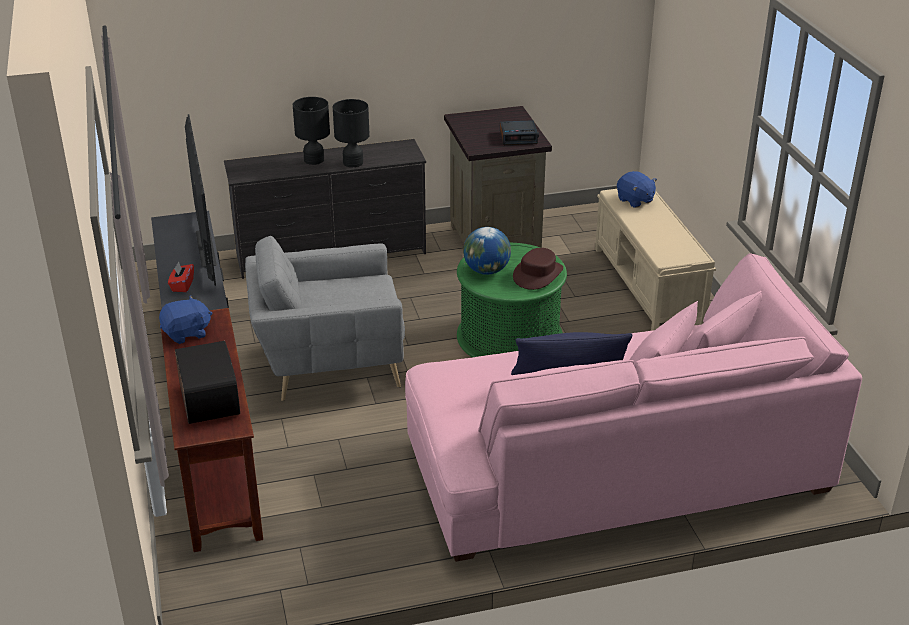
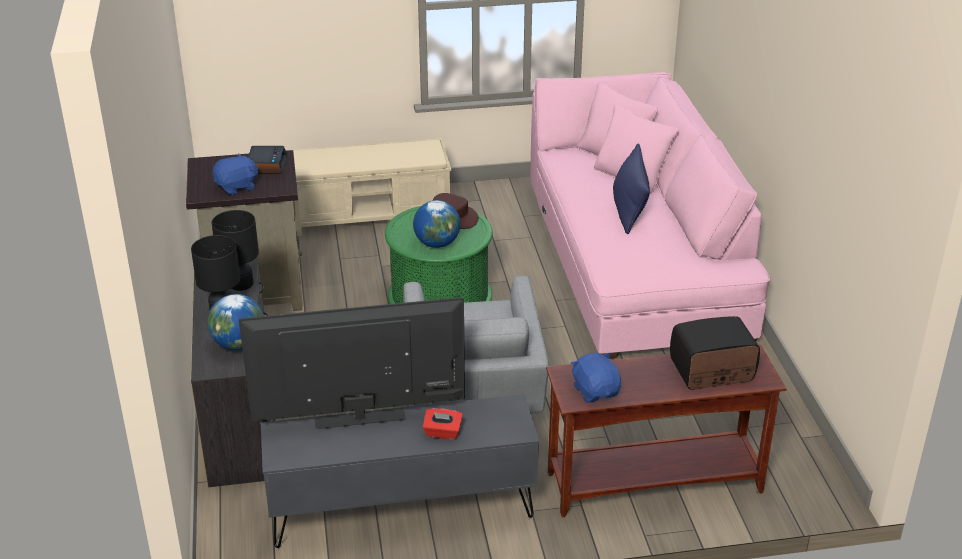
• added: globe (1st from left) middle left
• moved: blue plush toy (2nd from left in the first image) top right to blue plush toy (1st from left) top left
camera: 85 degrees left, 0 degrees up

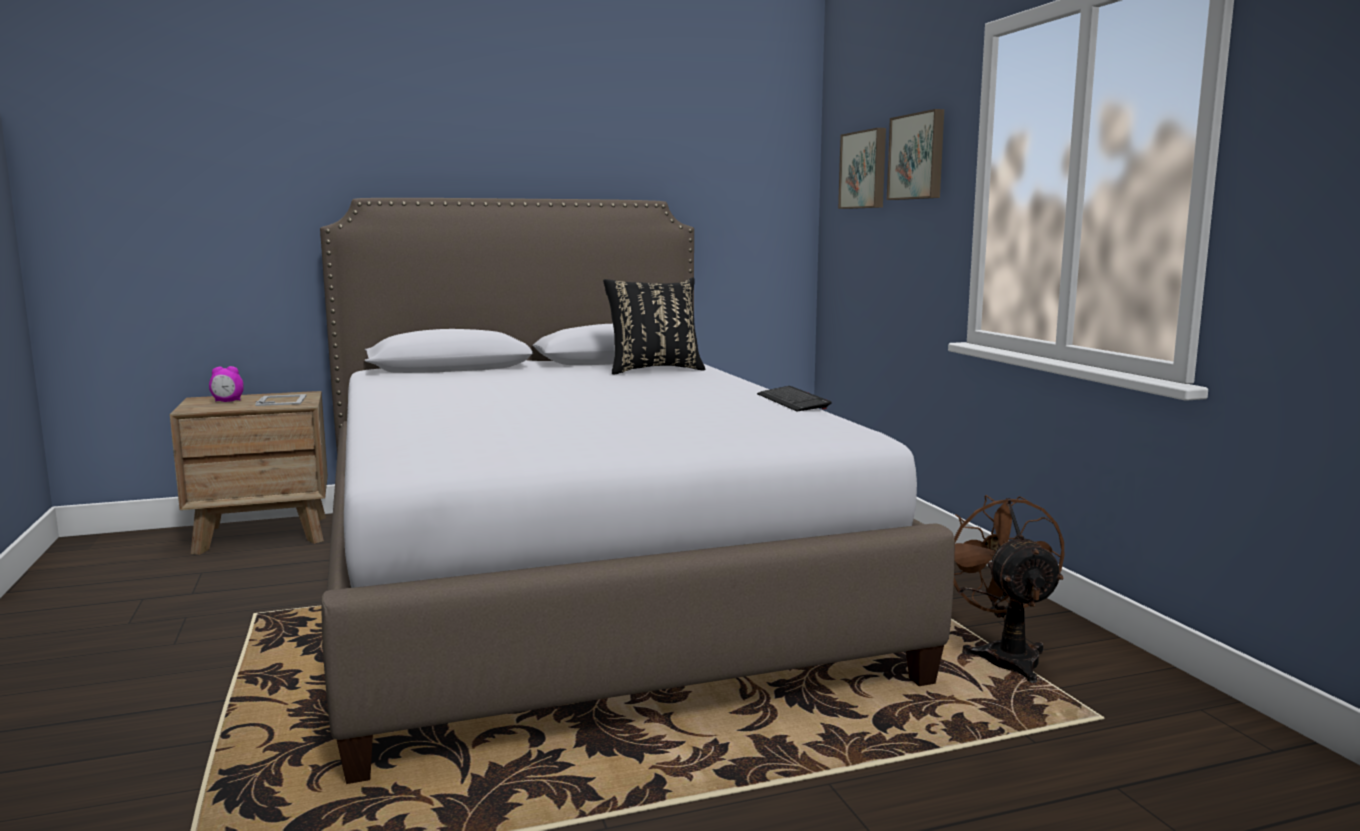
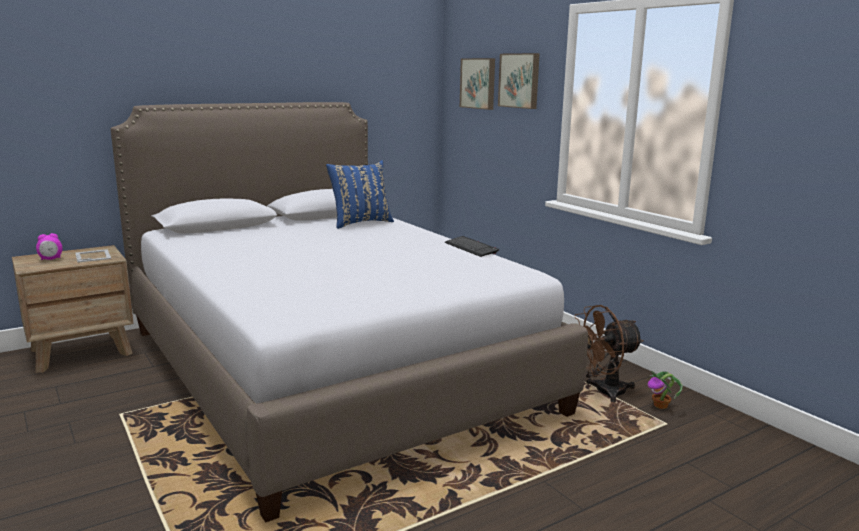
• recoloured: black pillow centre to blue pillow centre
• turned: brown fan bottom right = middle right 90 degrees counterclockwise
• added: potted plant bottom right
camera: 15 degrees left, 5 degrees up

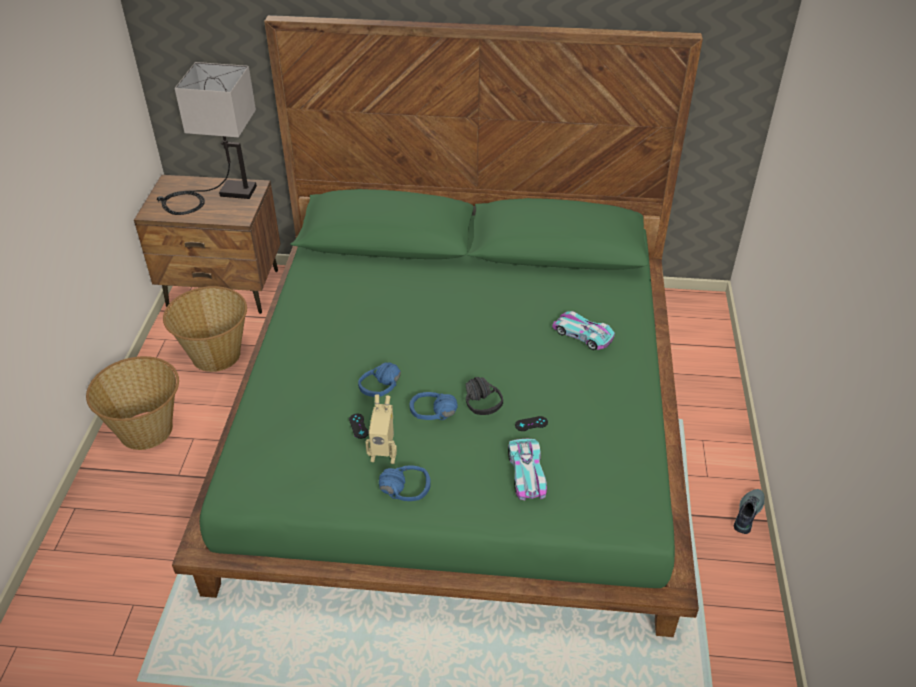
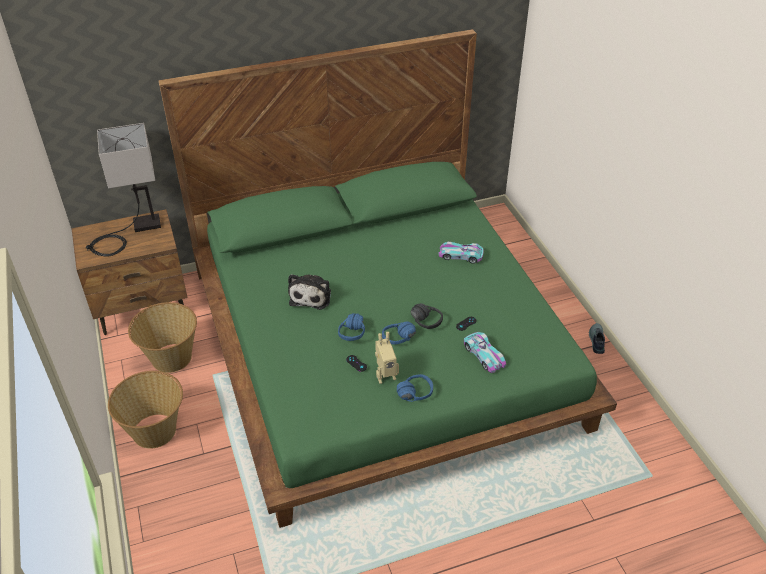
• added: plush toy centre
camera: 25 degrees left, 0 degrees up

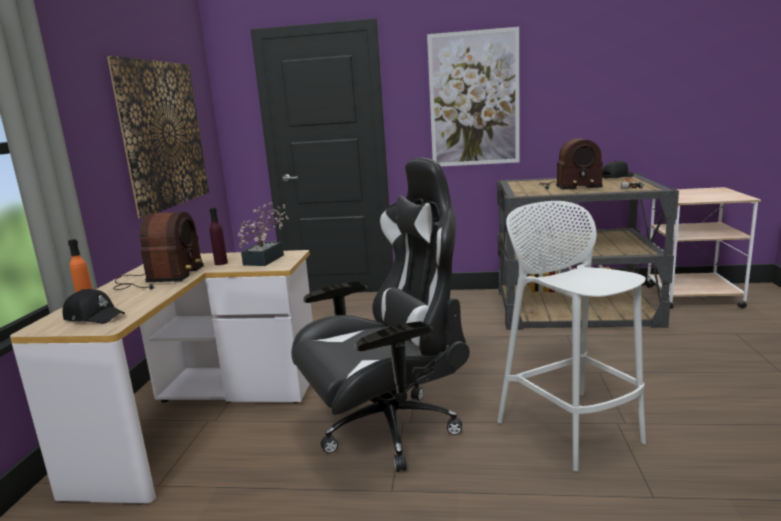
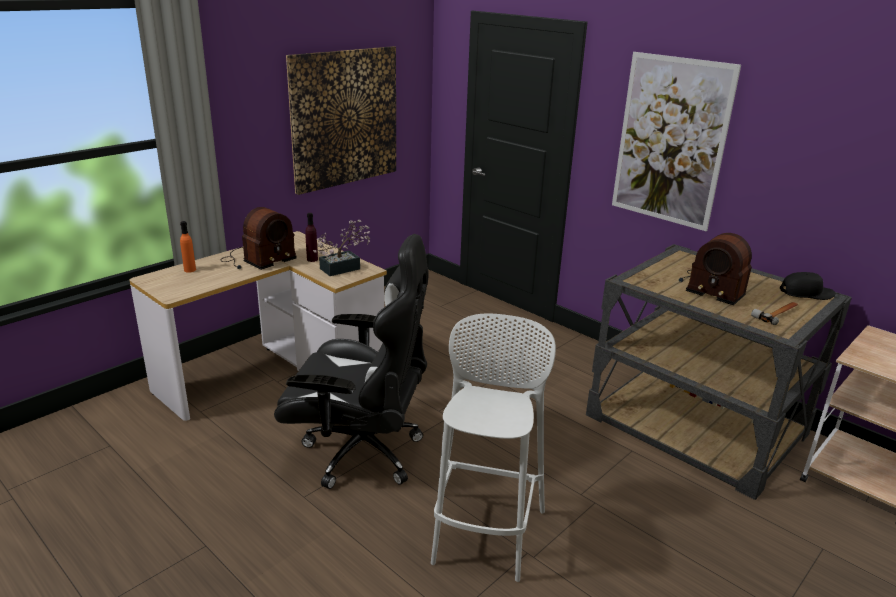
• removed: black cap (1st from left) middle left
camera: 35 degrees right, 10 degrees up

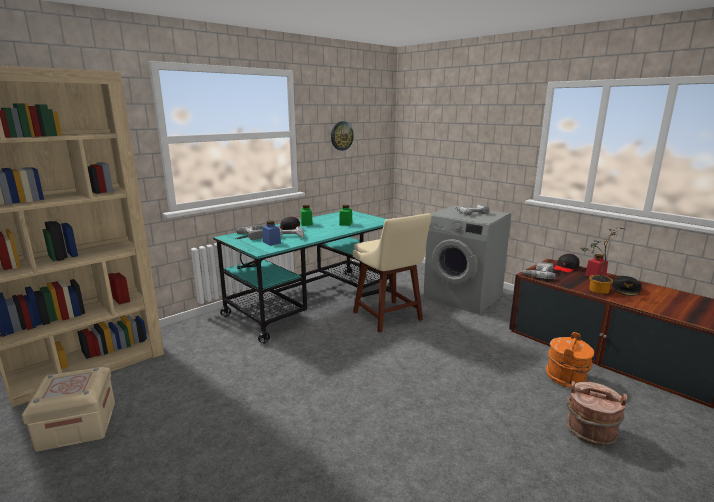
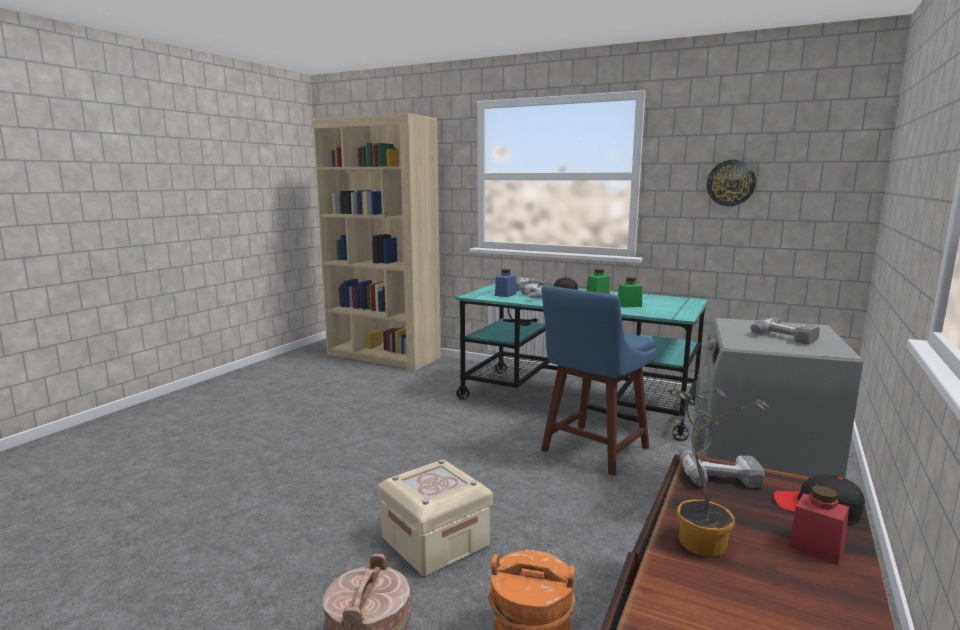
• moved: beige storage box bottom left to bottom centre
• recoloured: beige stool centre to blue stool centre
• removed: black cap (3rd from left) middle right
camera: 70 degrees right, 5 degrees down

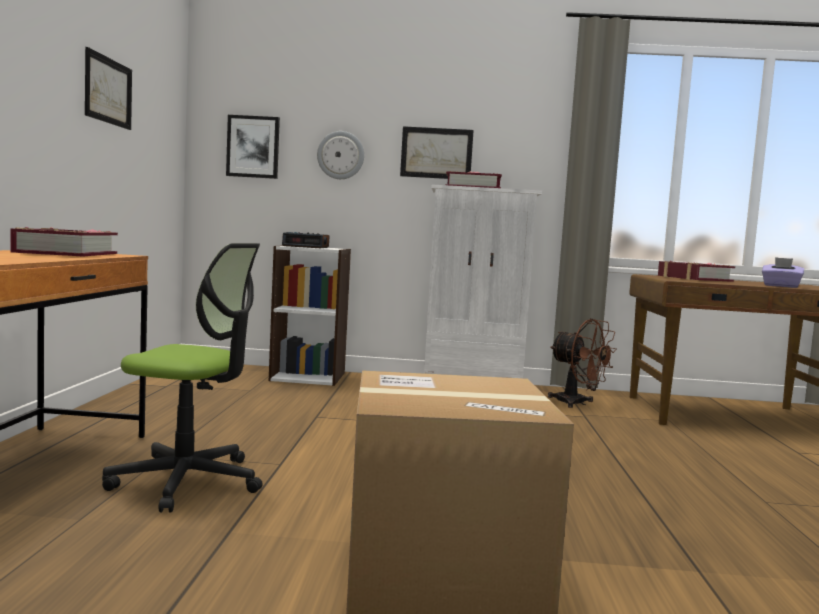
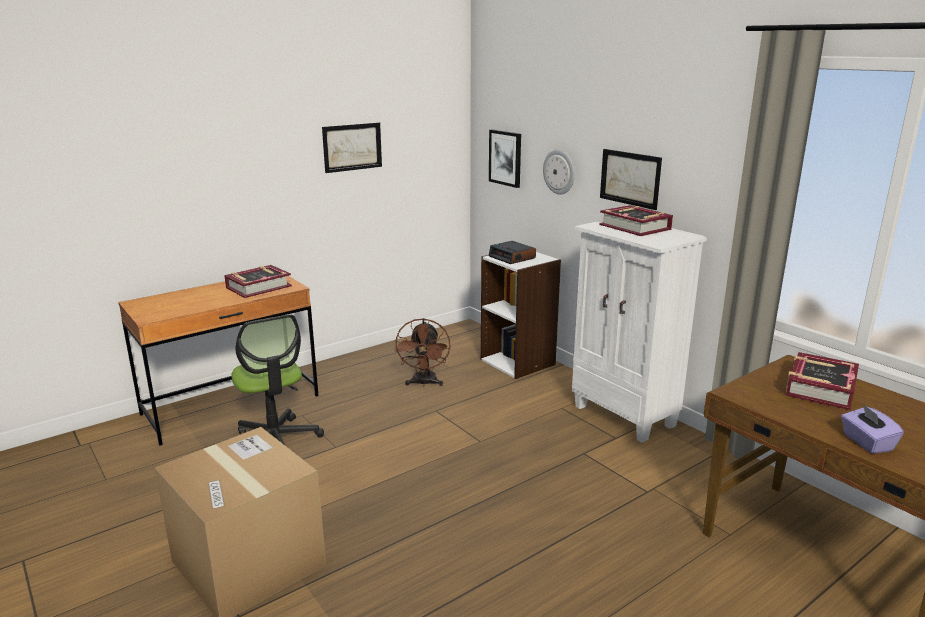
• moved: brown fan middle right to centre
camera: 50 degrees right, 15 degrees up

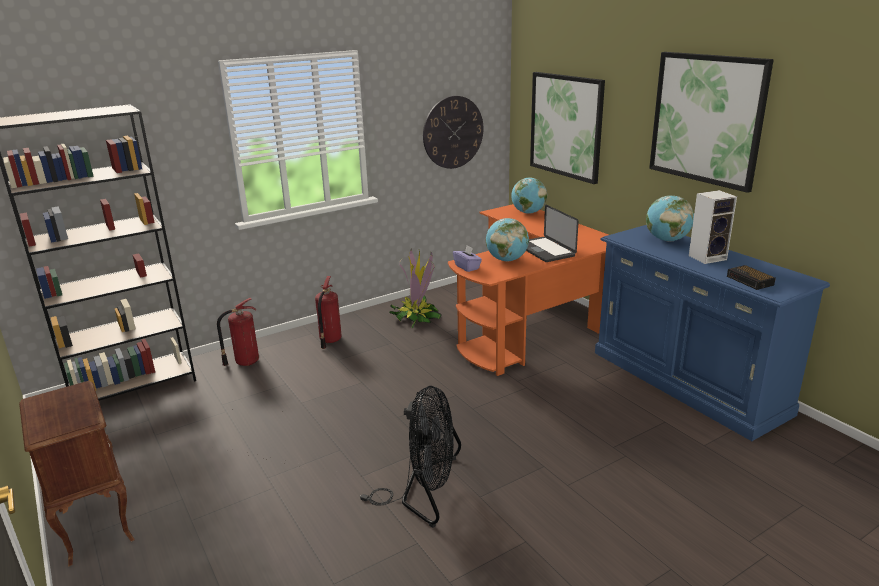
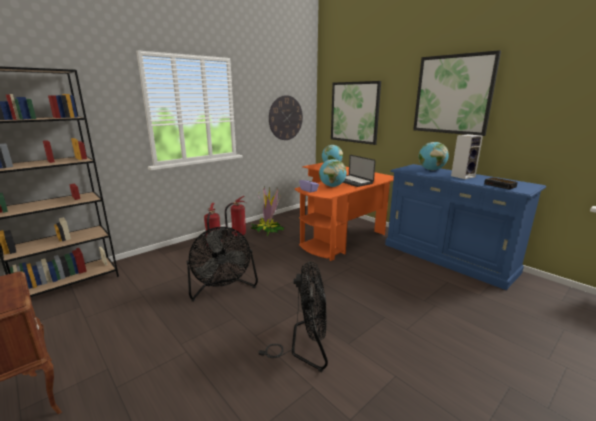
• added: black fan (1st from left) centre
• moved: fire extinguisher (1st from left in the first image) middle left to fire extinguisher (2nd from left) centre
camera: 10 degrees left, 5 degrees down

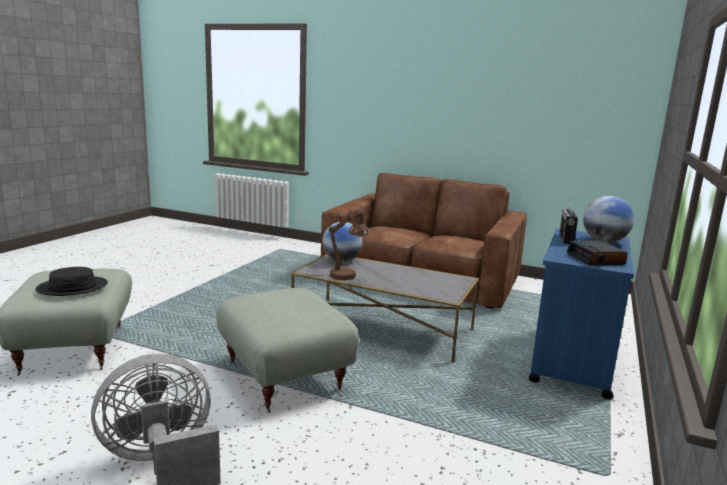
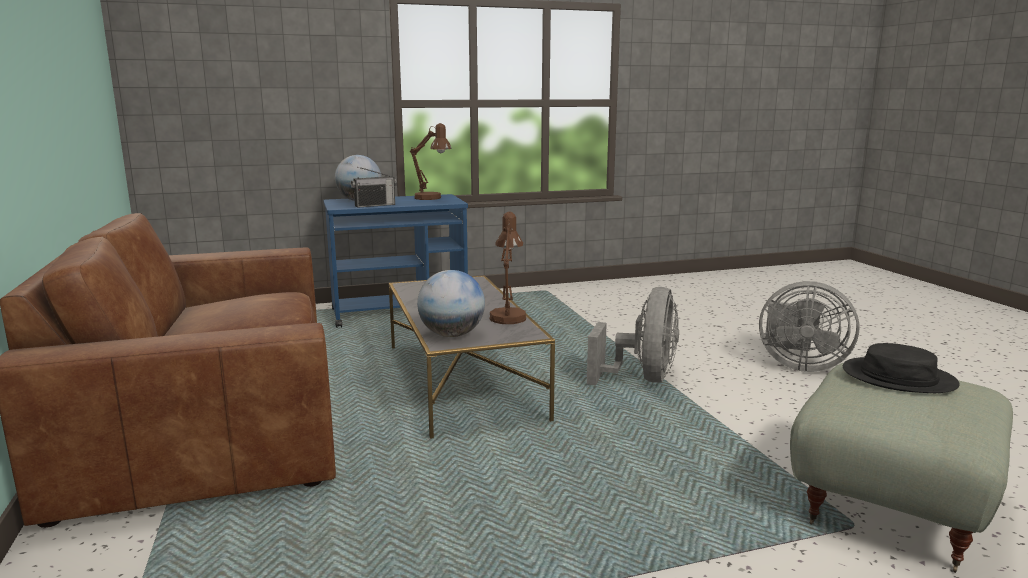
• replaced: alarm clock middle right to brown table lamp (1st from left) top centre
• replaced: grey ottoman (2nd from left) bottom centre to grey fan (1st from left) centre
camera: 130 degrees left, 0 degrees up

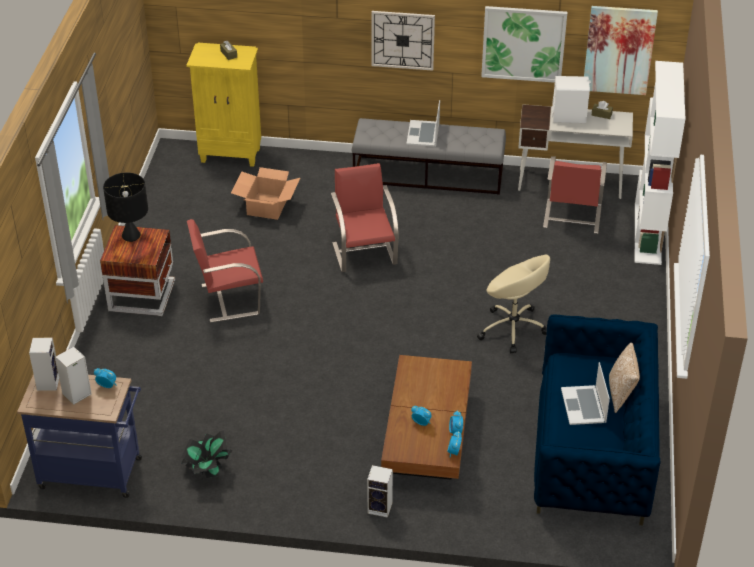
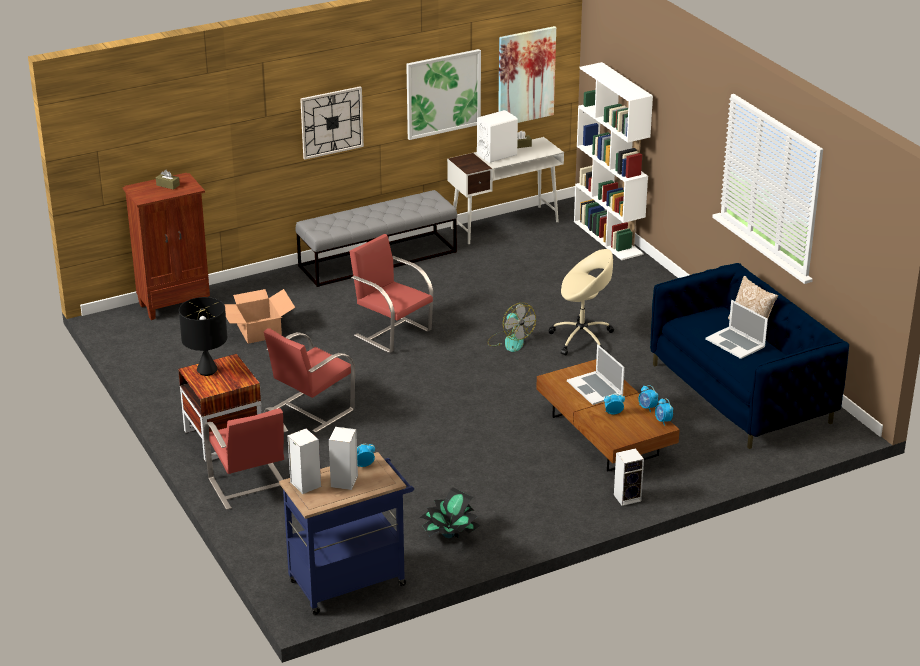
• recoloured: yellow cabinet top left to brown cabinet middle left
• moved: red chair (3rd from left in the first image) middle right to red chair (1st from left) bottom left
• added: fan centre
• moved: laptop (1st from left) top centre to centre
camera: 35 degrees left, 10 degrees down

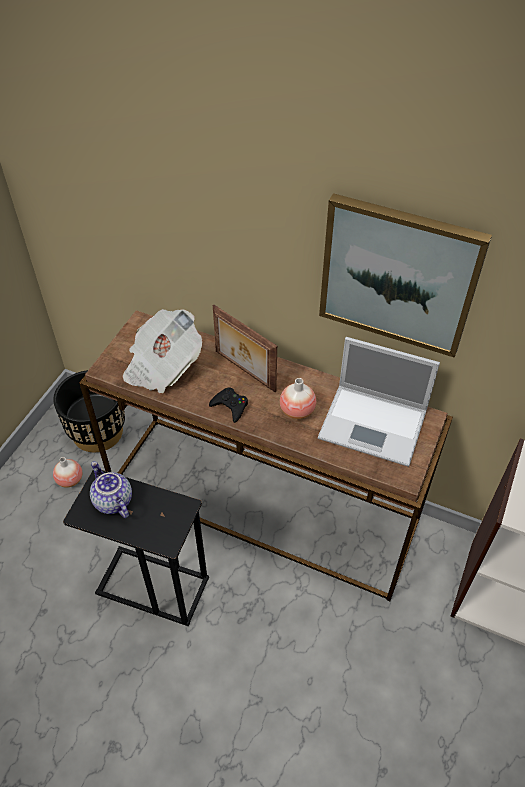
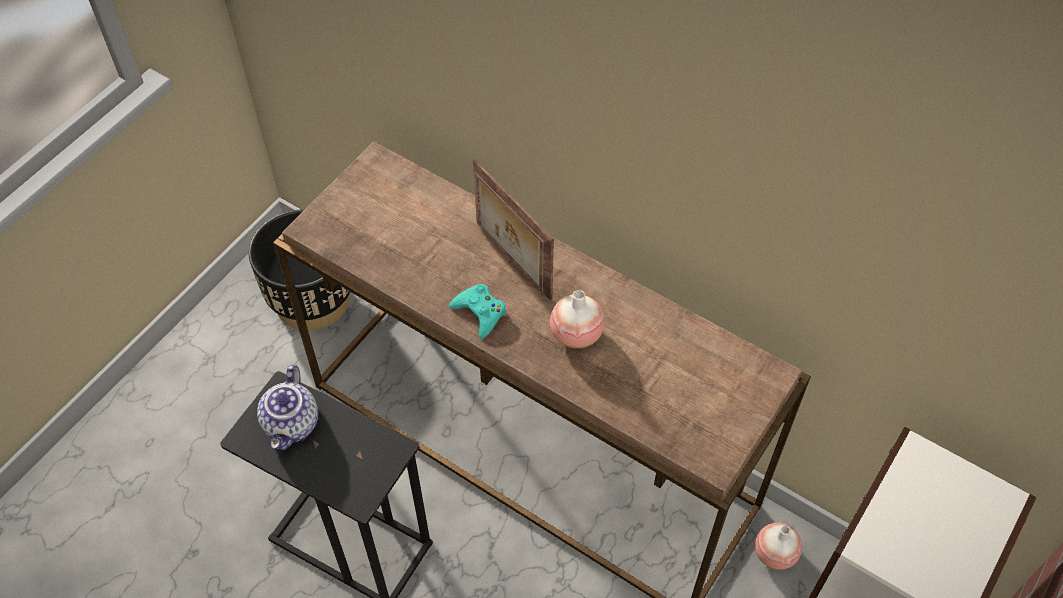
• turned: teapot middle left = bottom left 150 degrees counterclockwise
• recoloured: black game controller centre to turquoise game controller centre
• moved: vase (1st from left in the first image) middle left to vase (2nd from left) bottom right
• removed: newspaper middle left
• removed: laptop middle right
• removed: picture middle right
camera: 10 degrees right, 5 degrees up

